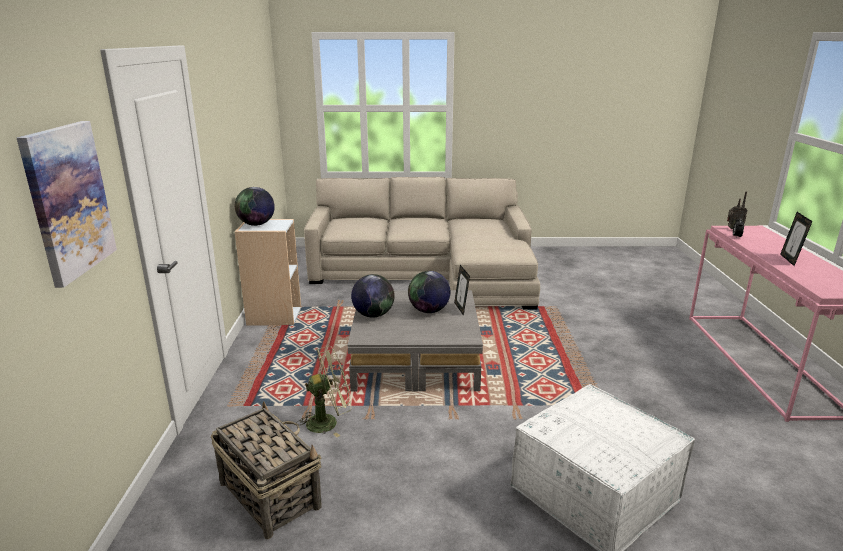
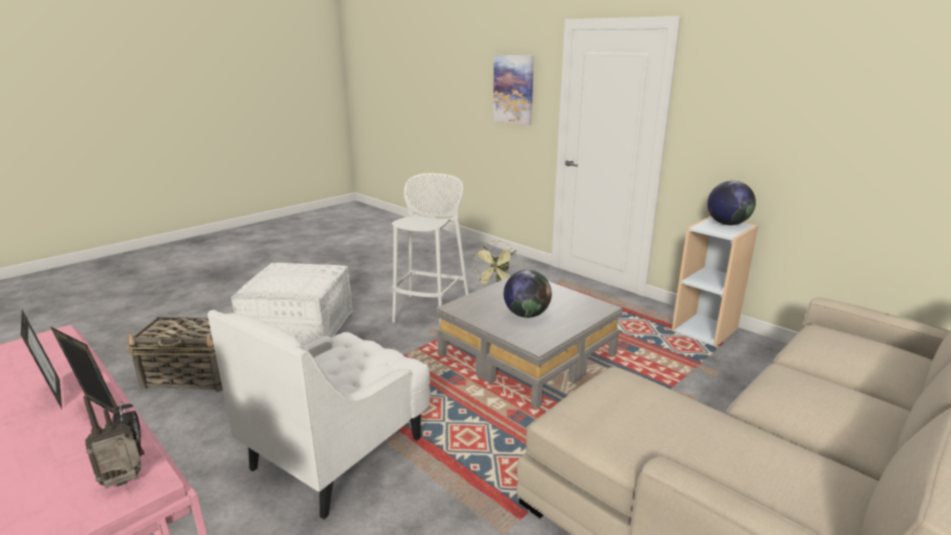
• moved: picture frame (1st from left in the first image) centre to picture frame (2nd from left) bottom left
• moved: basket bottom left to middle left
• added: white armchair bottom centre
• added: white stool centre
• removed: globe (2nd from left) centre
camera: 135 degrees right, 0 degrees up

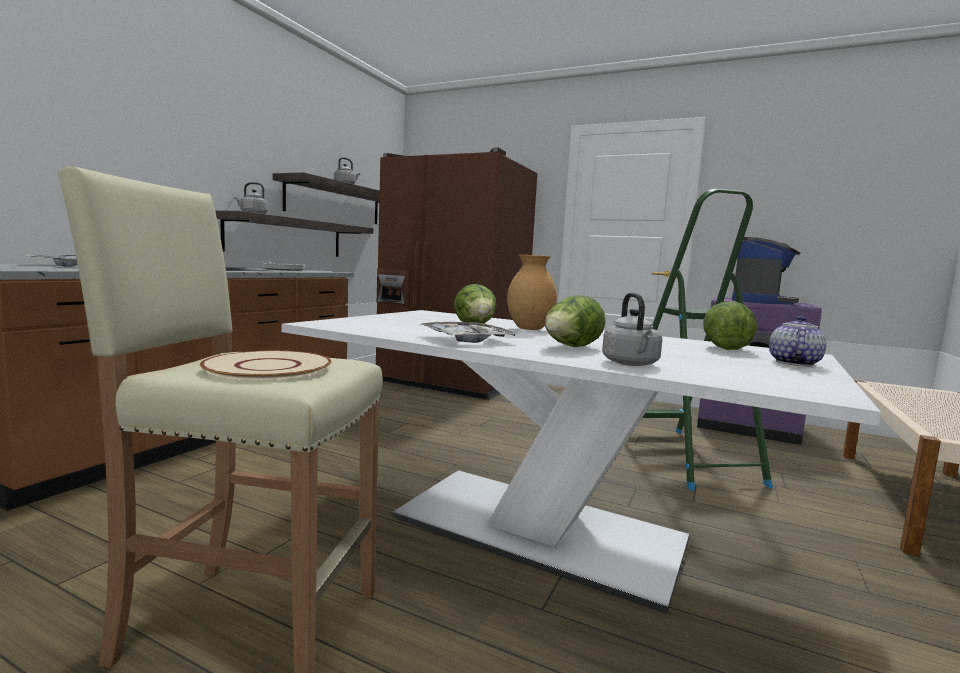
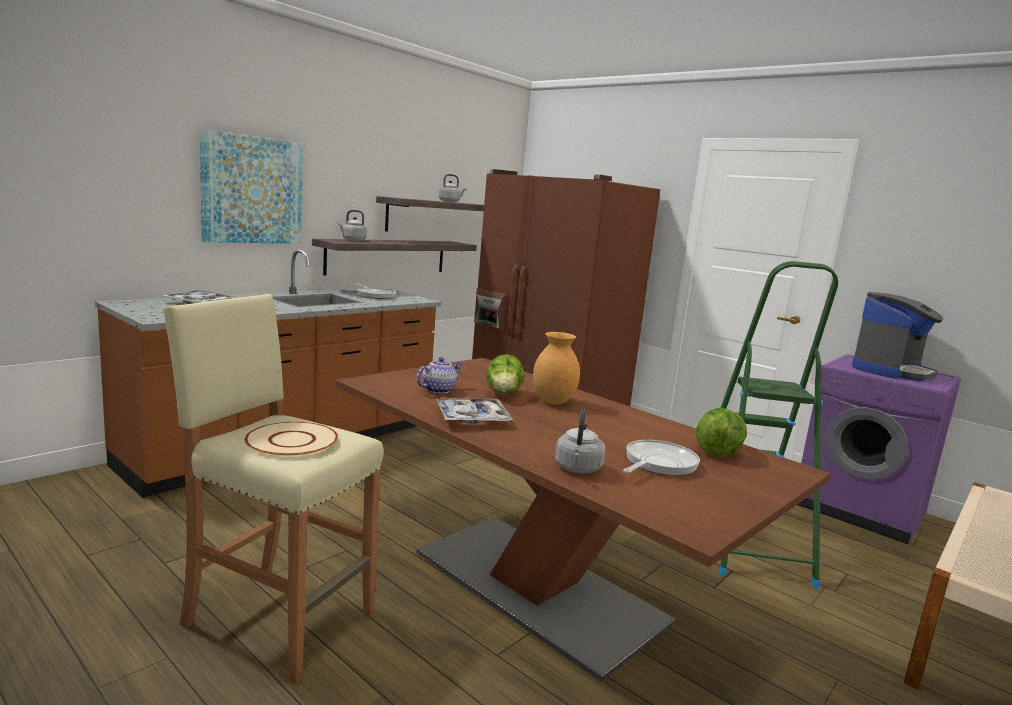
• added: picture top left
• recoloured: white dining table bottom centre to brown dining table bottom centre
• moved: teapot middle right to centre
• added: frying pan (2nd from left) centre
• removed: lettuce (2nd from left) centre
camera: 15 degrees right, 5 degrees up

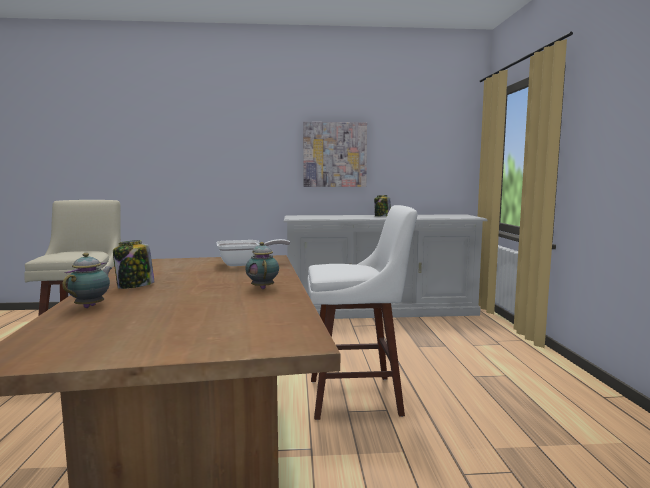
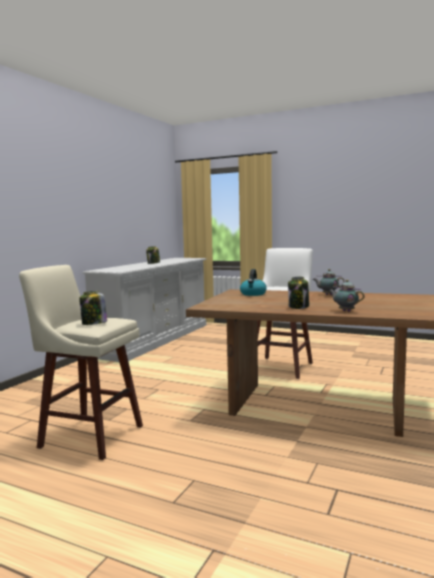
• added: jar (1st from left) middle left
• replaced: frying pan centre to kettle centre
• removed: picture top centre
camera: 60 degrees left, 0 degrees up

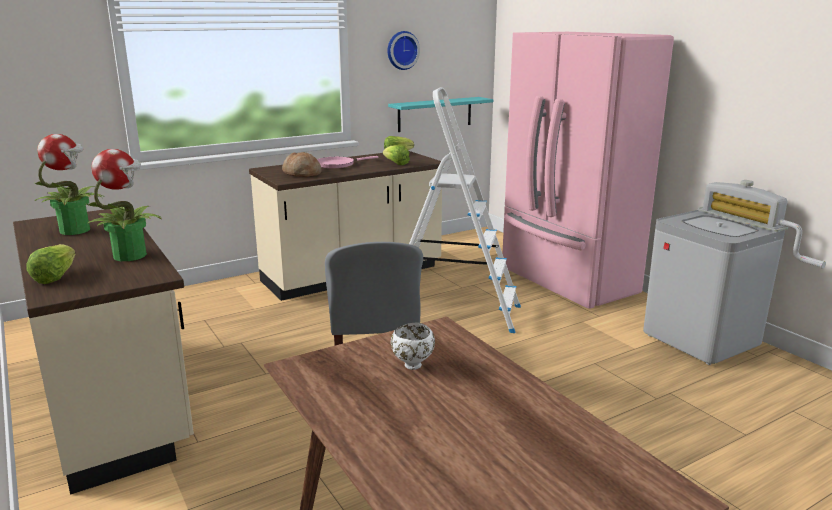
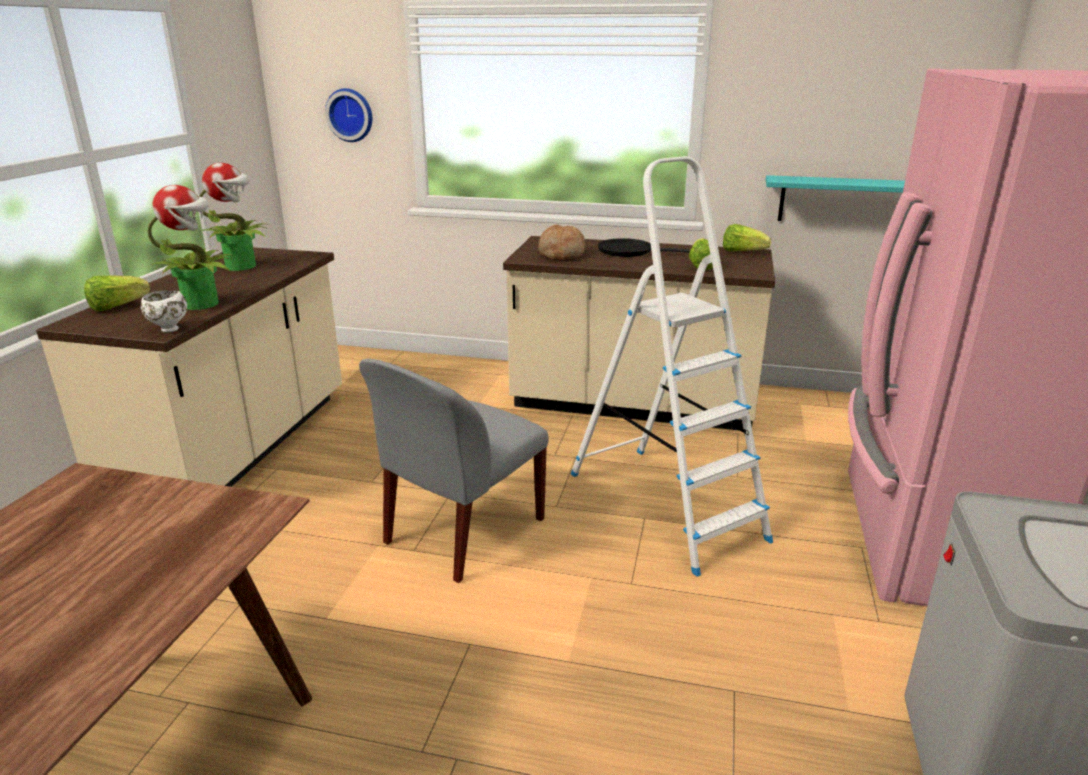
• moved: white bowl bottom centre to middle left
• moved: wall clock top centre to top left
• recoloured: pink frying pan top centre to black frying pan top centre
camera: 45 degrees right, 5 degrees up

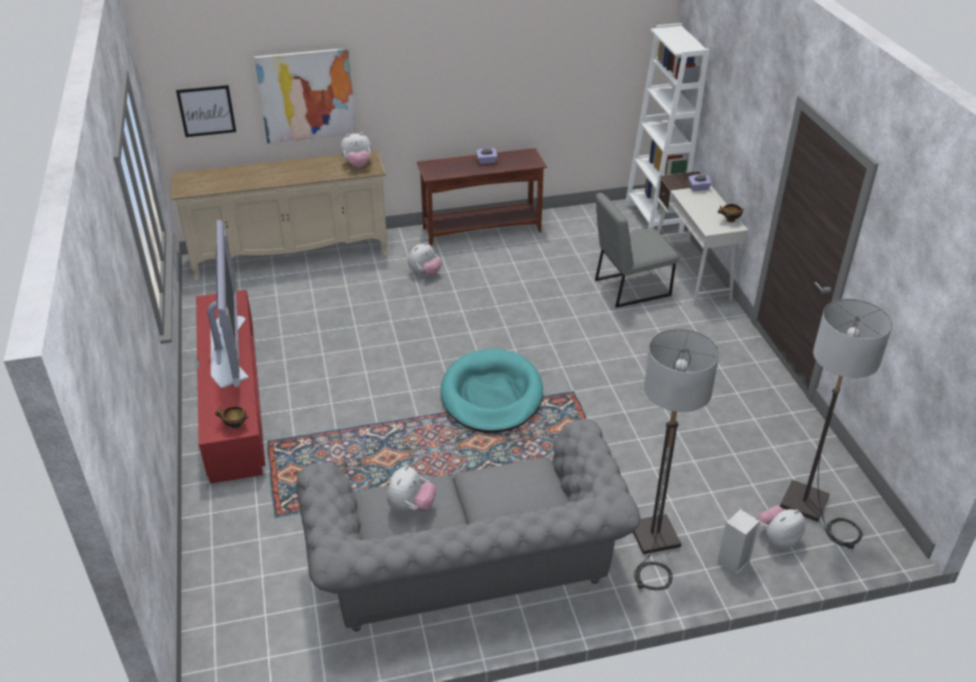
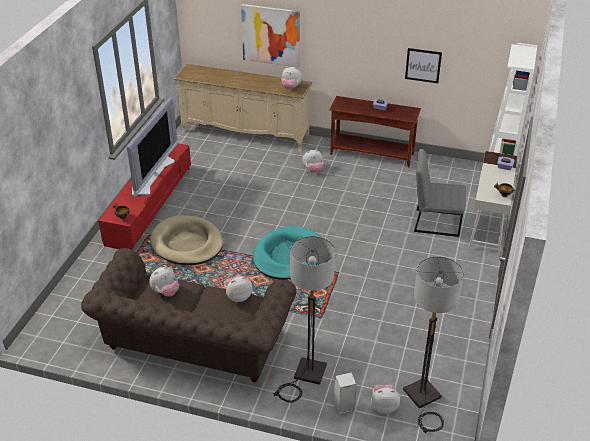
• recoloured: grey sofa bottom centre to brown sofa bottom left
• added: beige dog bed middle left
• added: plush toy (2nd from left) centre
• moved: picture (1st from left in the first image) top left to picture (2nd from left) top right
camera: 30 degrees right, 0 degrees up

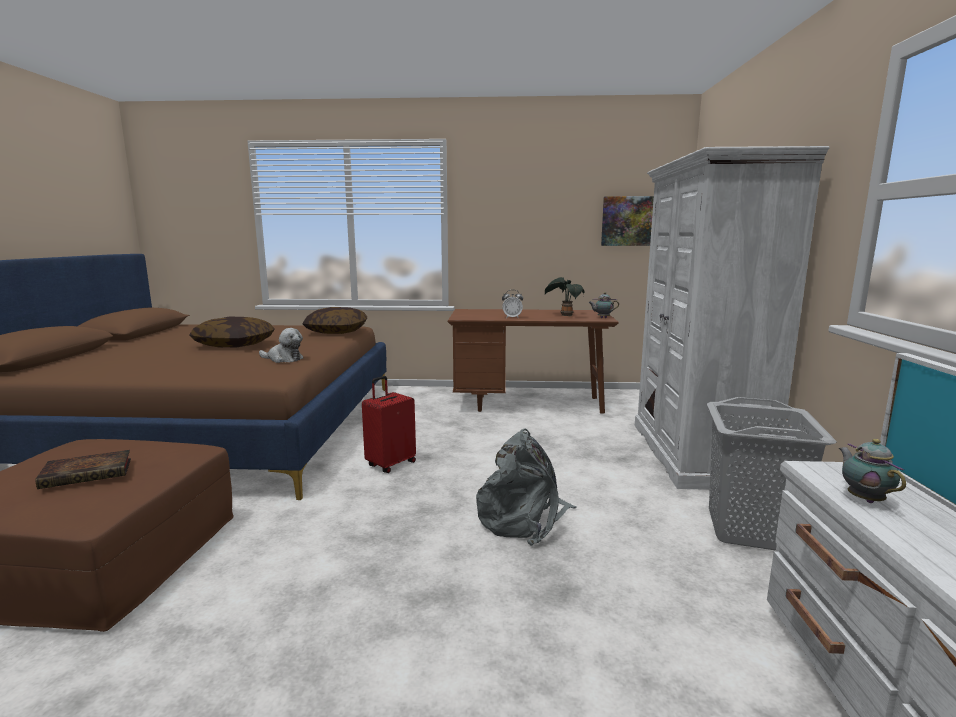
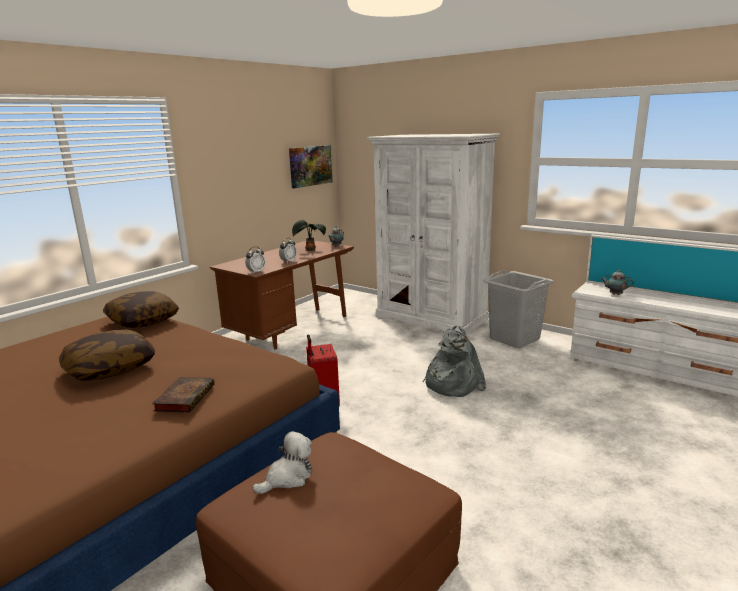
• moved: book middle left to bottom left
• added: alarm clock (1st from left) centre
• moved: plush toy middle left to bottom centre
camera: 55 degrees left, 5 degrees up

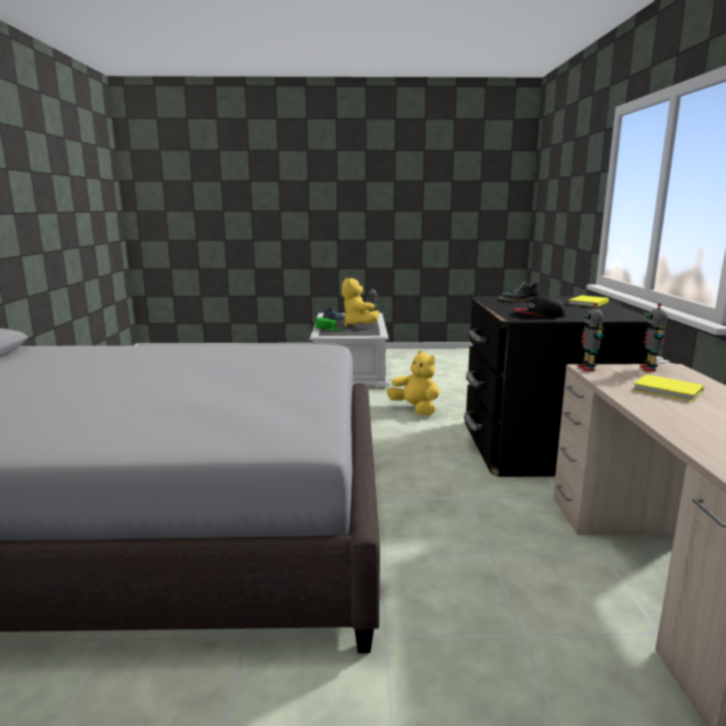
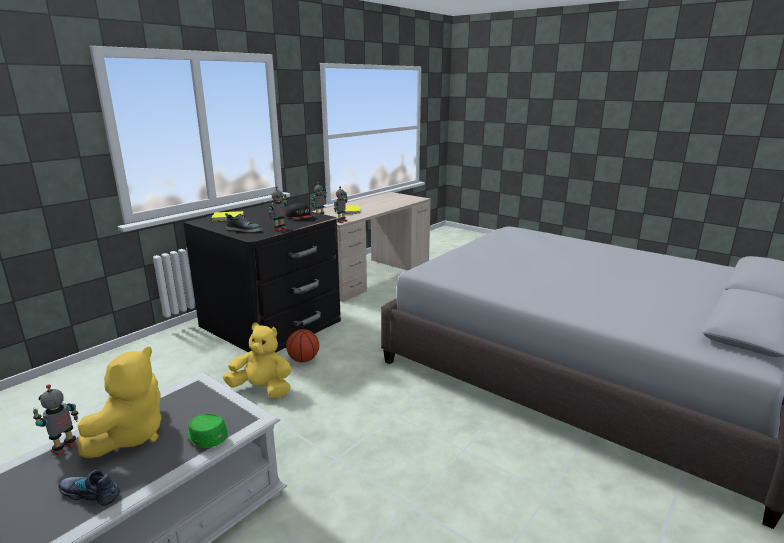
• turned: yellow plush toy (2nd from left) centre = middle left 105 degrees clockwise
• added: toy robot (2nd from left) centre
• added: basketball centre
camera: 140 degrees left, 5 degrees up

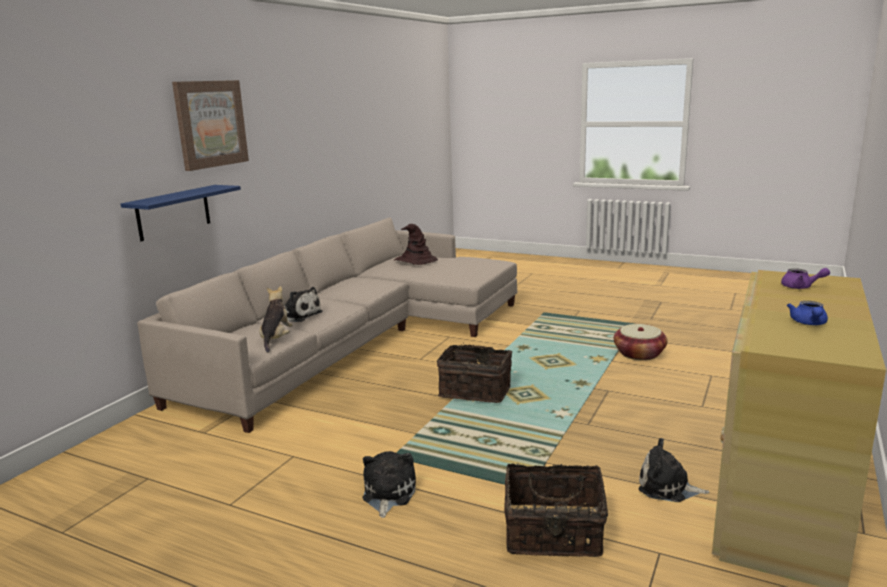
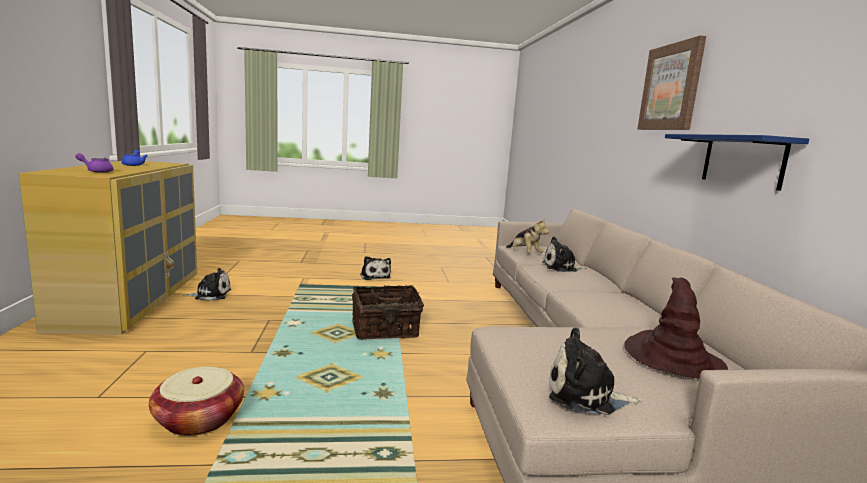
• added: plush toy (5th from left) bottom right
• moved: blue shelf middle left to middle right
• removed: basket (2nd from left) bottom centre
camera: 145 degrees right, 5 degrees down

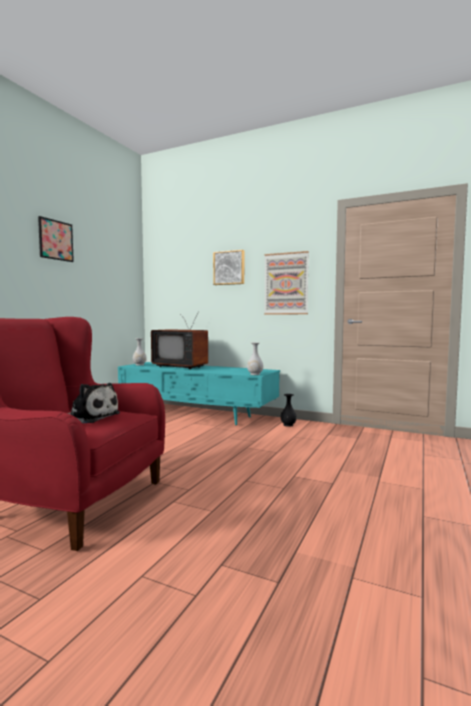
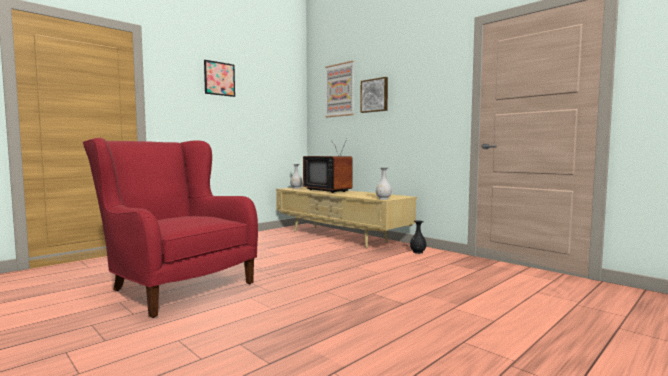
• recoloured: turquoise tv stand centre to beige tv stand centre
• moved: picture (3rd from left in the first image) centre to picture (2nd from left) top centre
• removed: plush toy middle left
camera: 20 degrees right, 0 degrees up

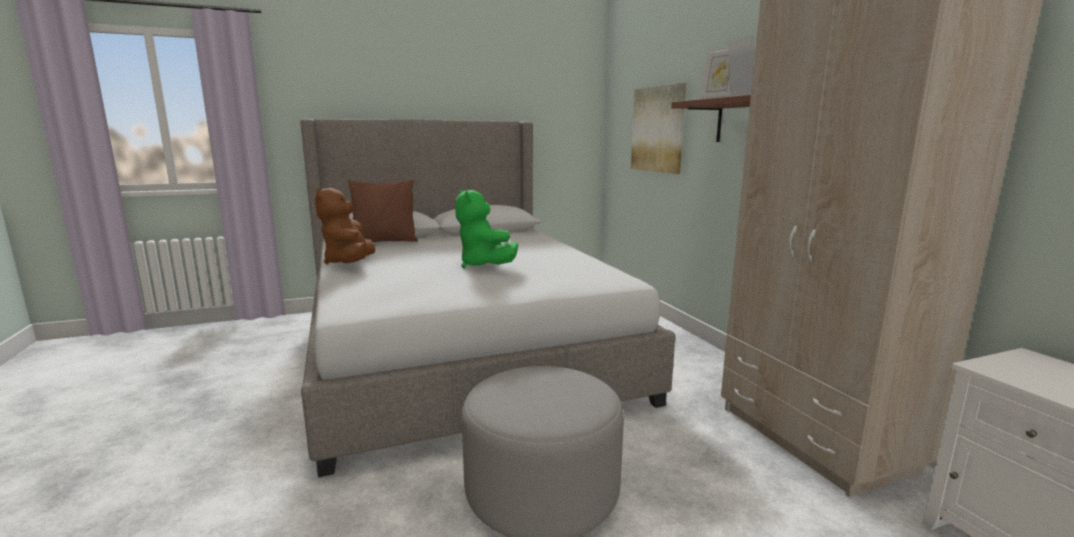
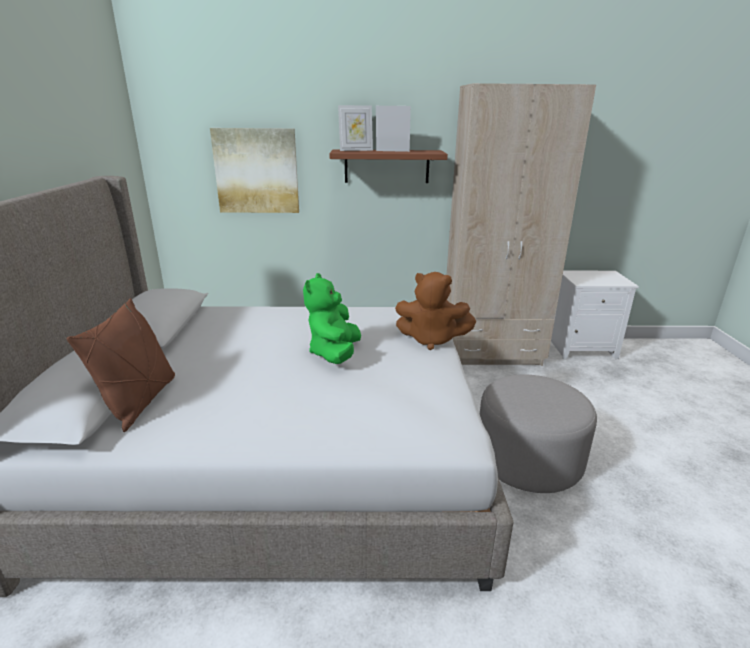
• turned: green plush toy centre = centre 105 degrees clockwise
• moved: brown plush toy middle left to centre
camera: 70 degrees left, 10 degrees up

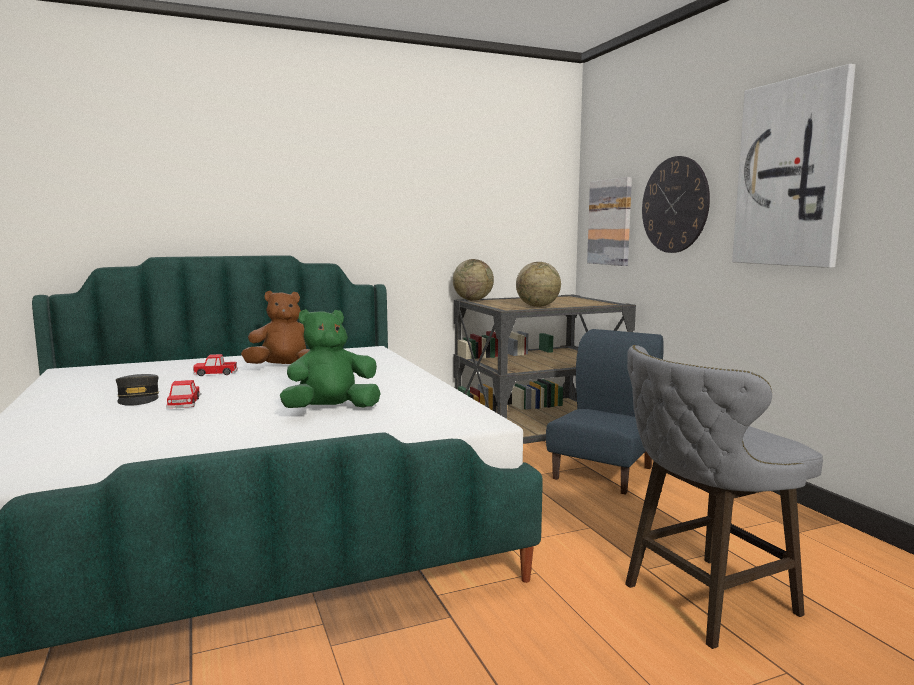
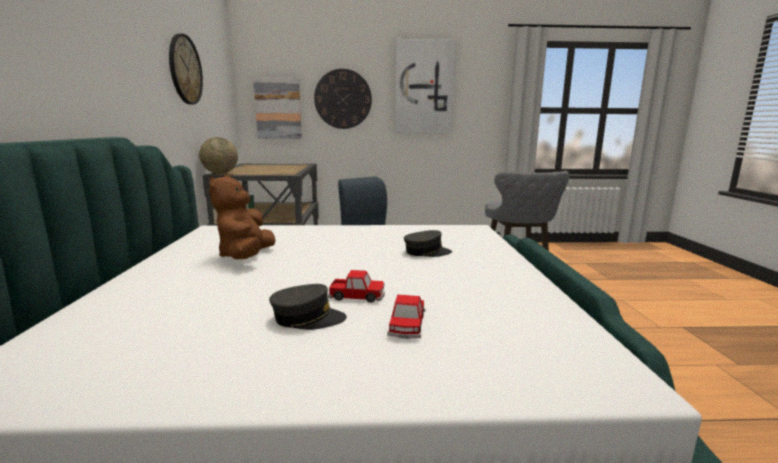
• added: wall clock (1st from left) top left
• moved: toy car (2nd from left) middle left to bottom centre
• replaced: green plush toy centre to grey cap (2nd from left) centre
• removed: globe (2nd from left) centre
camera: 70 degrees left, 5 degrees up

